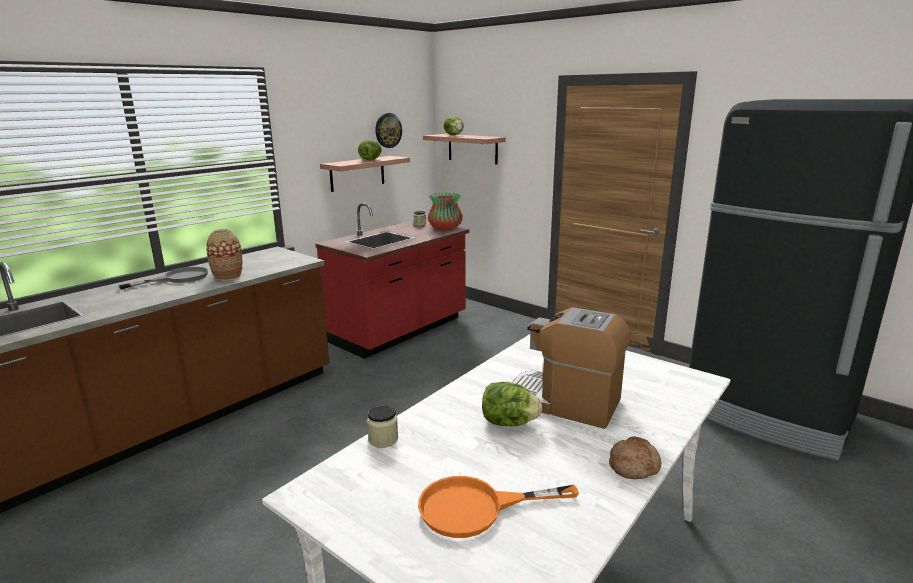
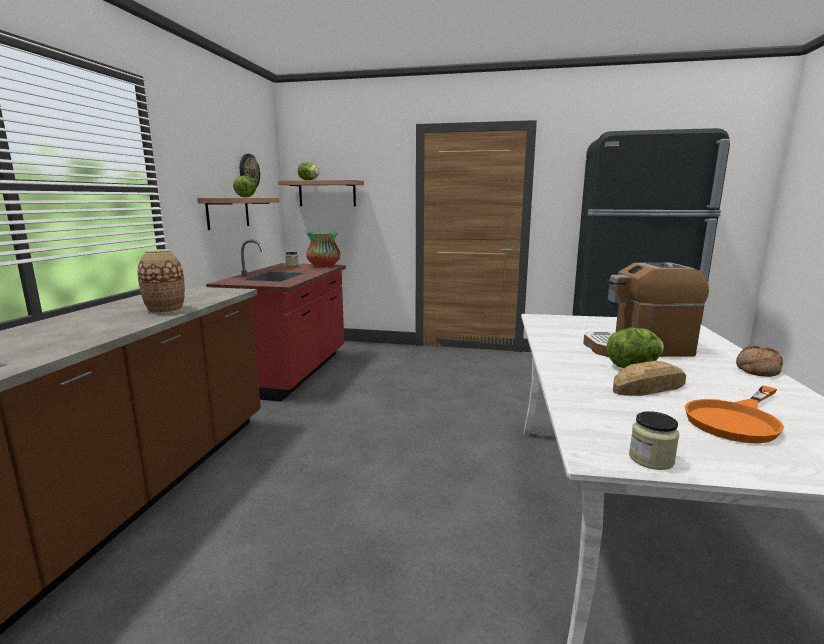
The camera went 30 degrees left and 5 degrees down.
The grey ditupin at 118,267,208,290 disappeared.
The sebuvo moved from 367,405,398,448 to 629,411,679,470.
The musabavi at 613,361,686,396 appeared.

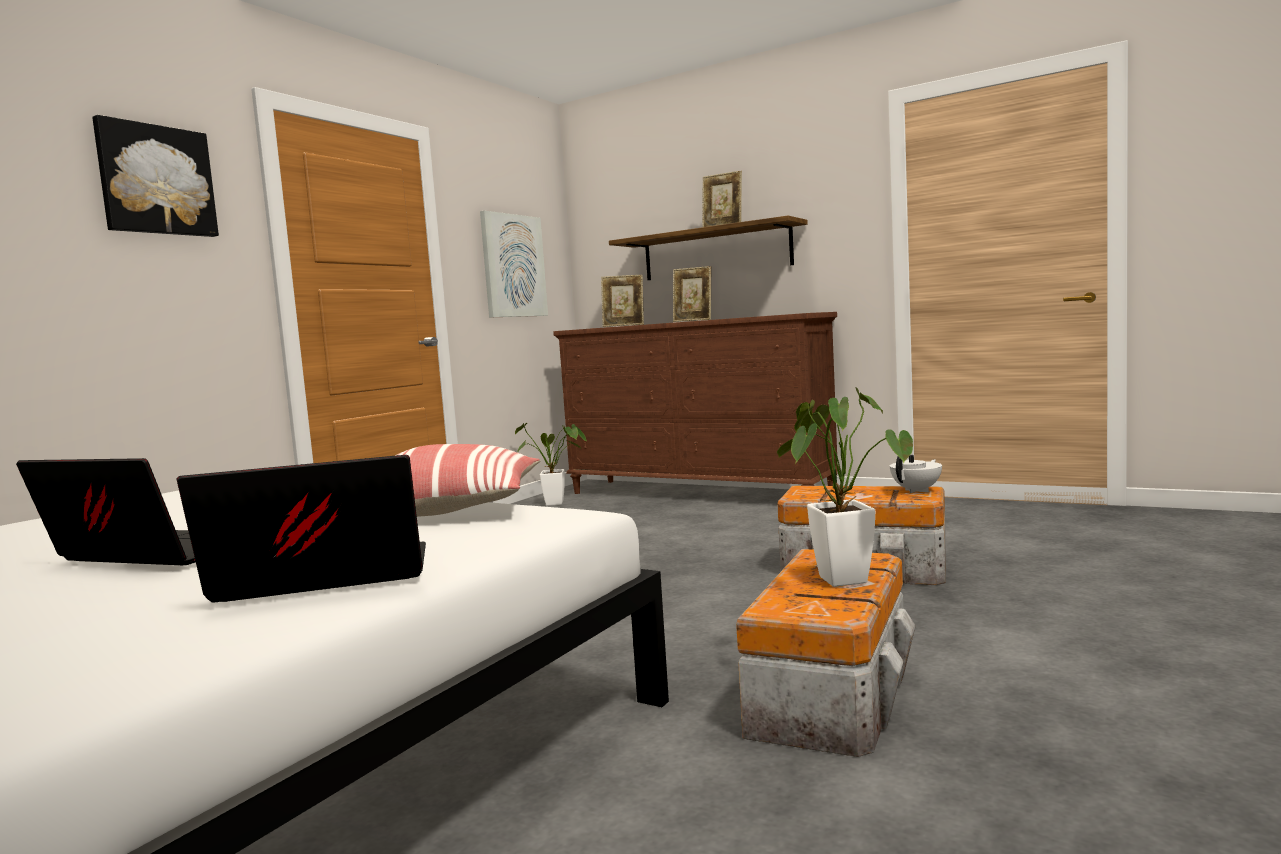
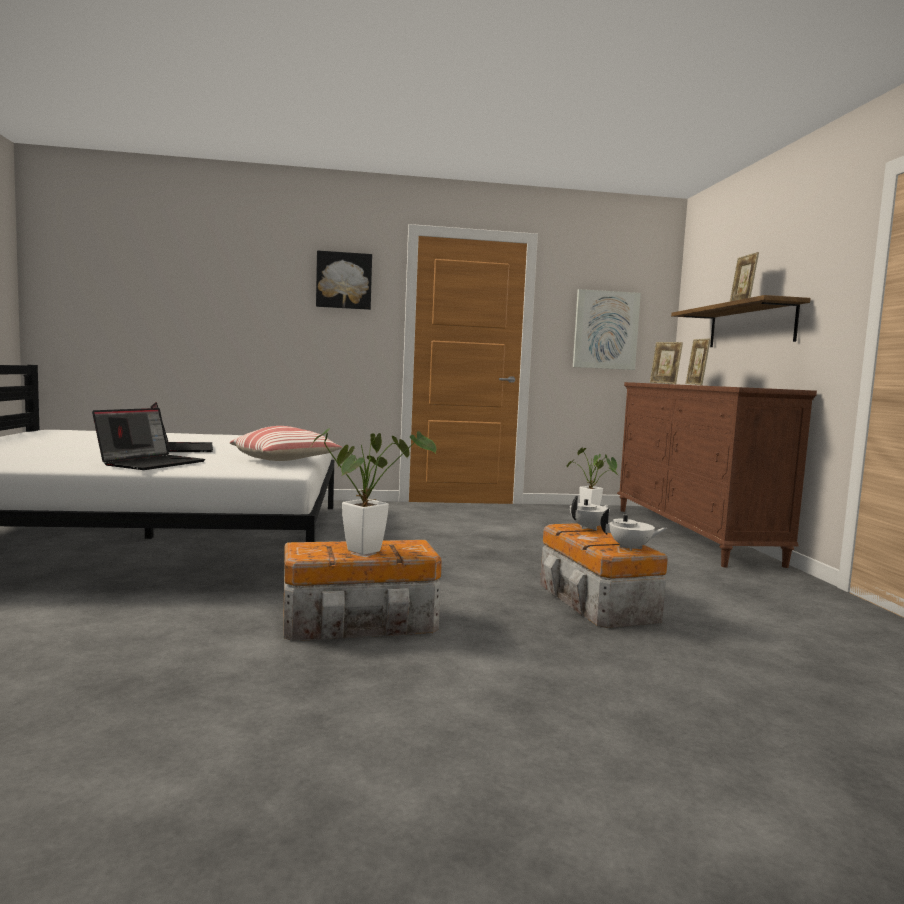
The camera went 50 degrees right and 0 degrees up.
The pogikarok at 177,455,426,602 turned 75 degrees clockwise.
The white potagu at 570,496,610,530 appeared.

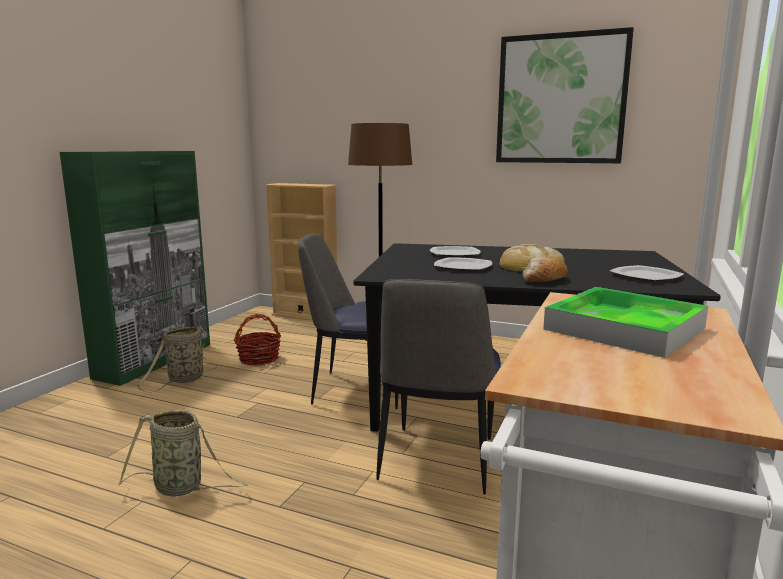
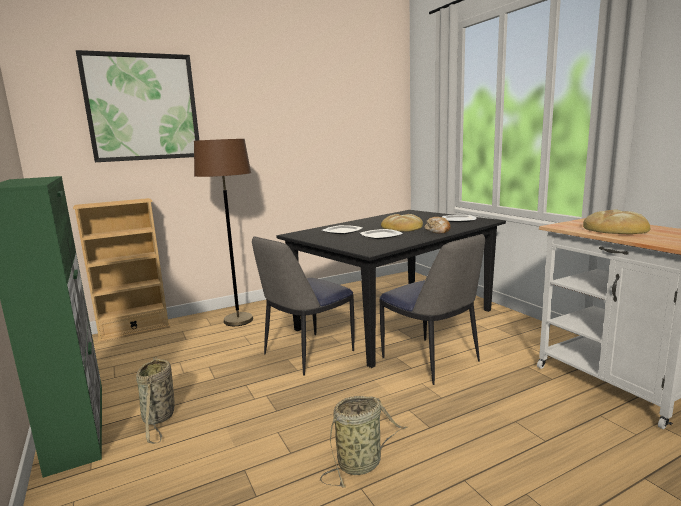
The camera went 50 degrees left and 0 degrees up.
The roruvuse moved from 496,27,634,163 to 76,50,199,162.
The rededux at 543,287,708,358 was replaced by the musabavi at 583,209,650,234.
The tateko at 234,314,281,366 disappeared.

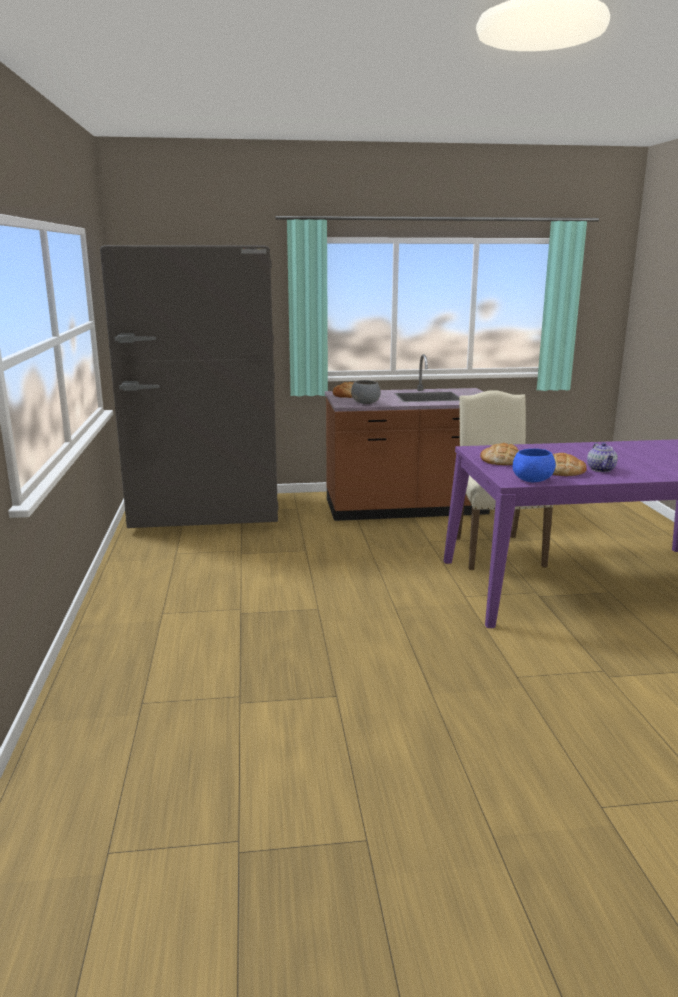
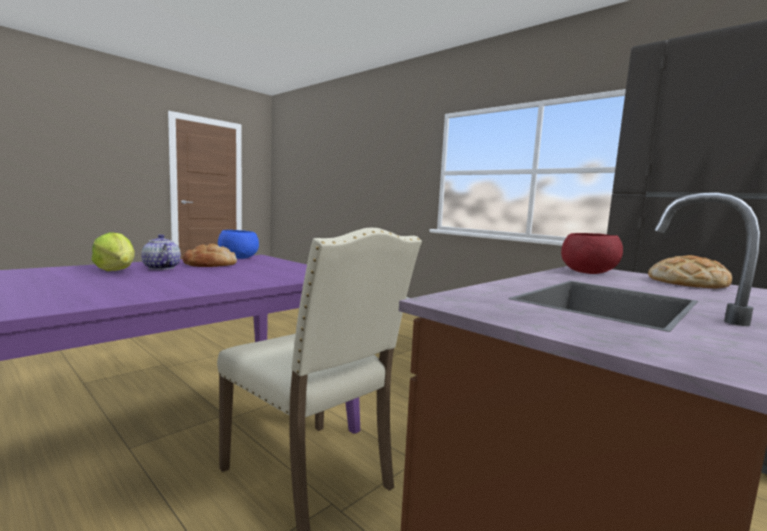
The camera went 140 degrees right and 10 degrees down.
The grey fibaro at 351,380,381,404 became the red fibaro at 561,233,623,274.
The musabavi at 480,443,519,465 disappeared.
The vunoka at 92,232,135,271 appeared.

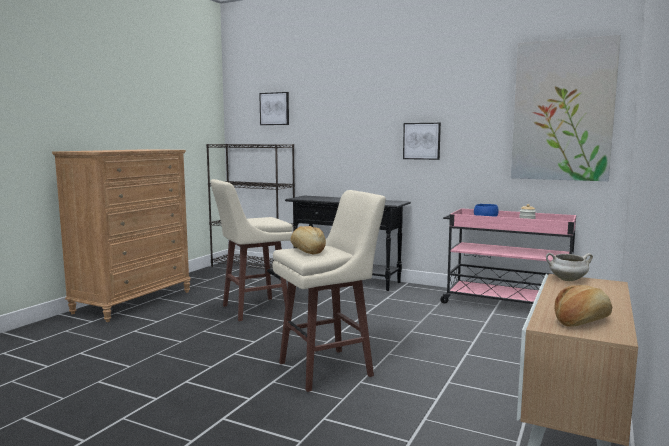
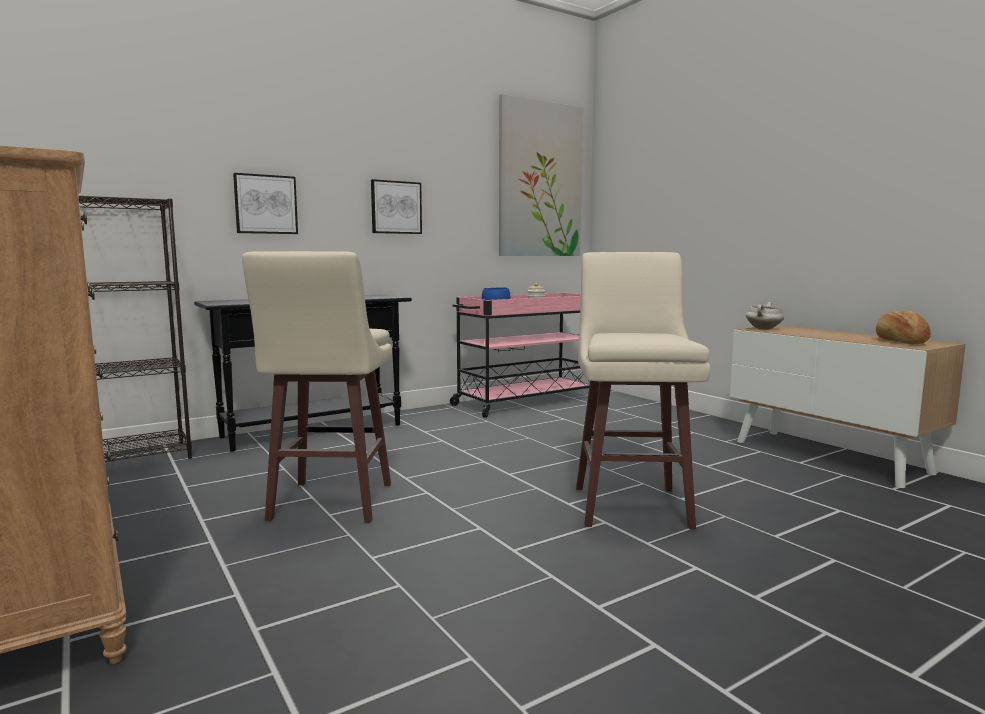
The camera went 60 degrees left and 0 degrees up.
The roruvuse moved from 259,92,289,125 to 233,173,298,234.
The musabavi at 290,226,326,254 disappeared.

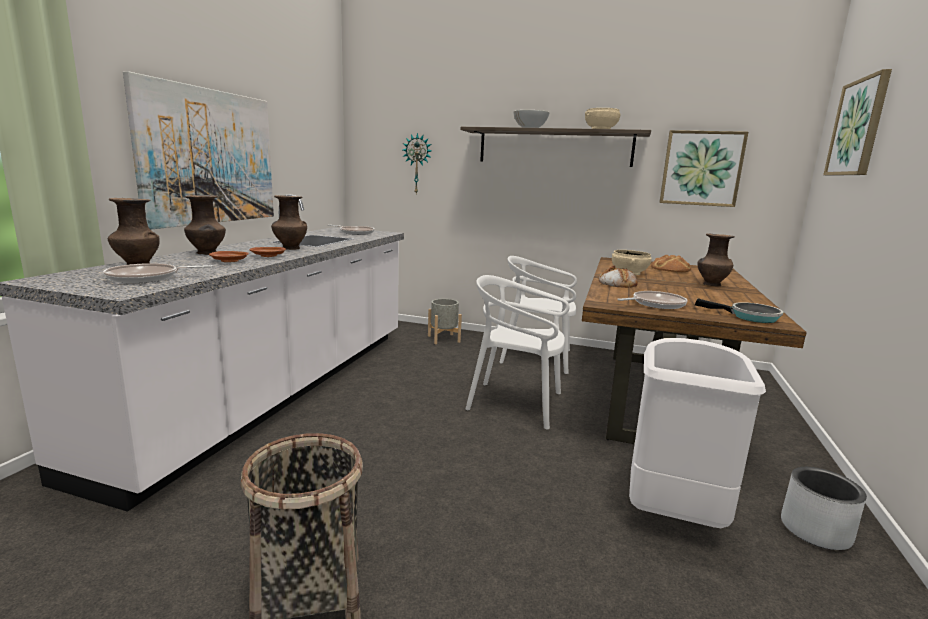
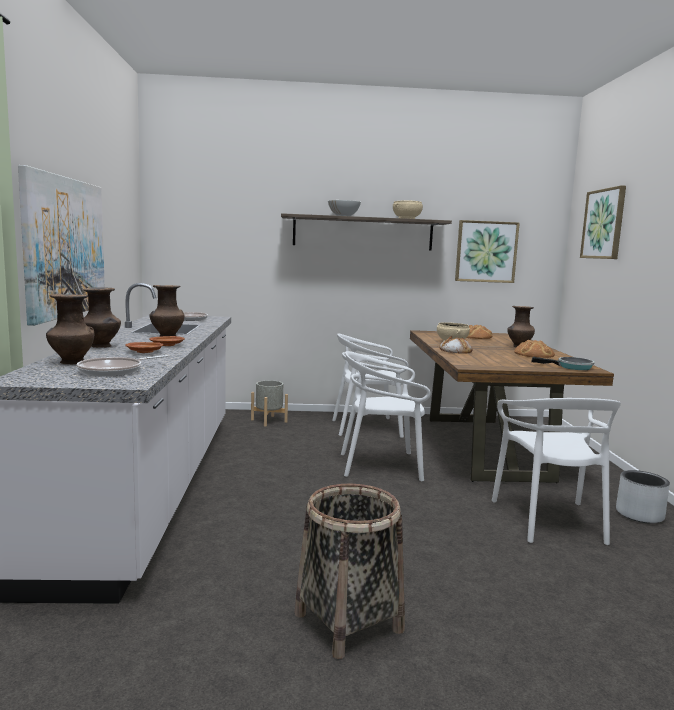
The camera went 20 degrees left and 5 degrees down.
The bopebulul at 403,133,432,194 disappeared.
The ditupin at 617,291,688,309 disappeared.
The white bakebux at 629,338,766,528 was replaced by the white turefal at 492,398,621,545.
The musabavi at 514,340,555,358 appeared.

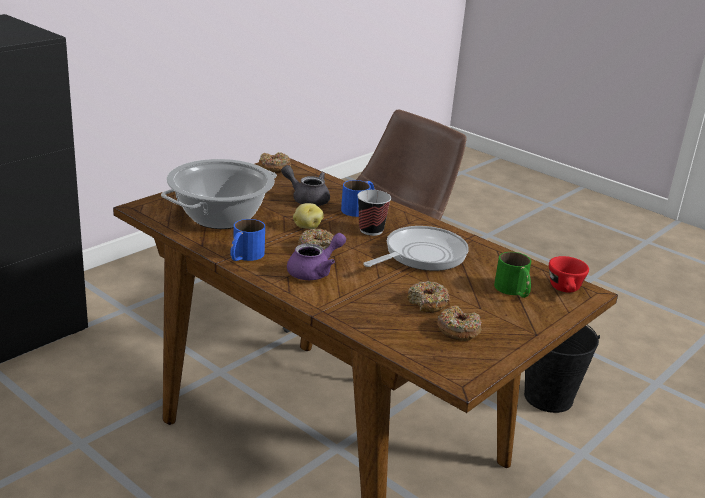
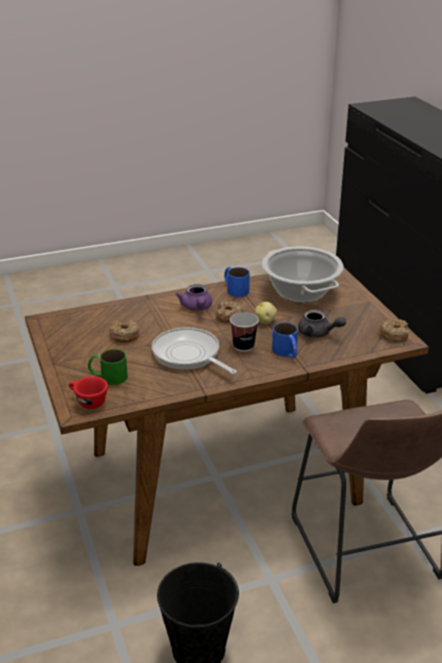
The camera went 120 degrees right and 5 degrees up.
The grey potagu at 281,165,330,206 turned 60 degrees clockwise.
The ditupin at 363,226,469,271 turned 150 degrees clockwise.
The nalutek at 437,306,481,341 disappeared.

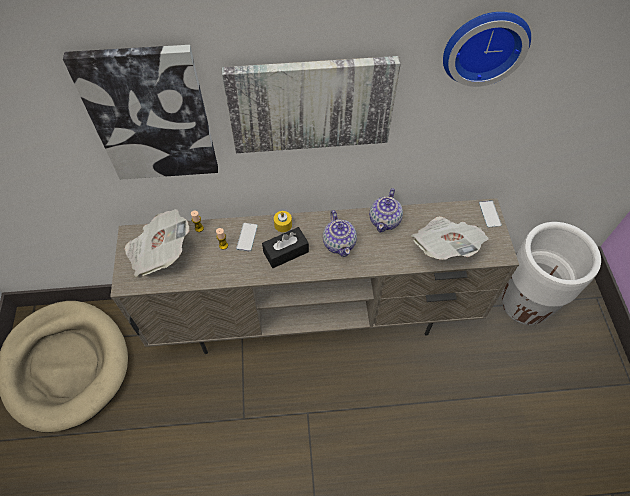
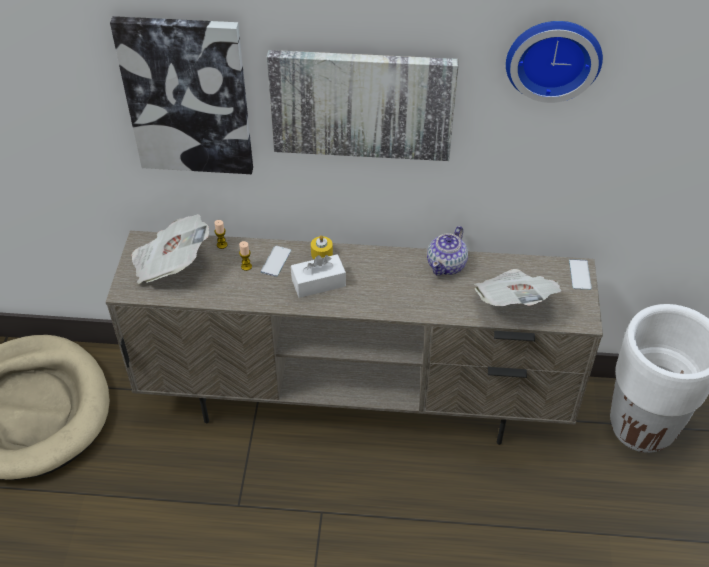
The camera went 10 degrees right and 10 degrees down.
The potagu at 323,210,357,257 disappeared.
The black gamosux at 262,227,309,268 became the white gamosux at 291,254,346,298.

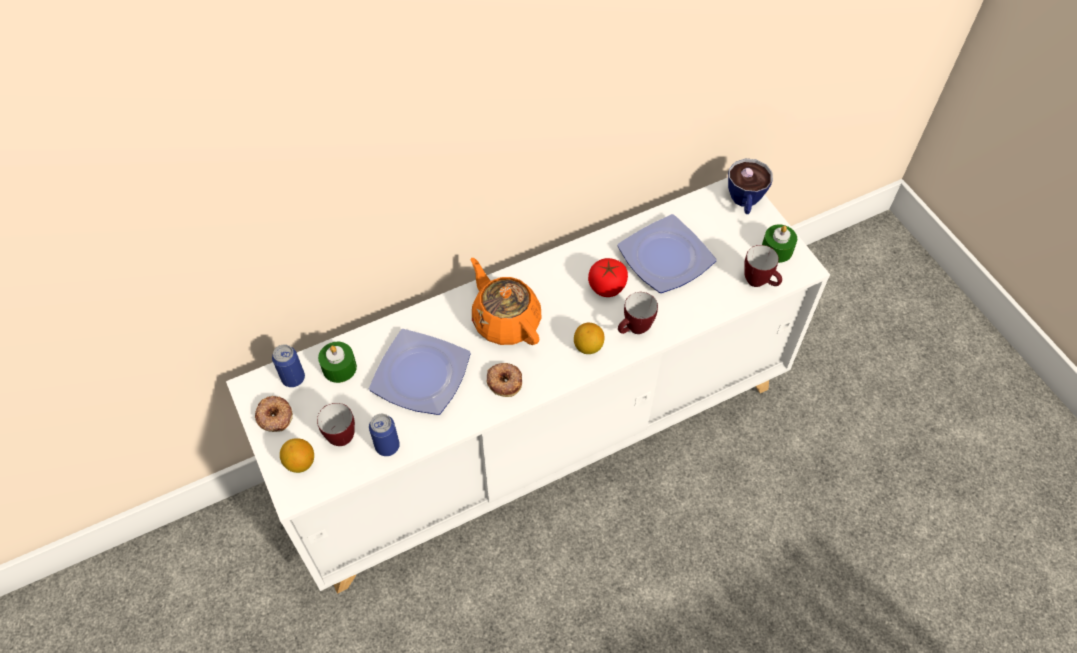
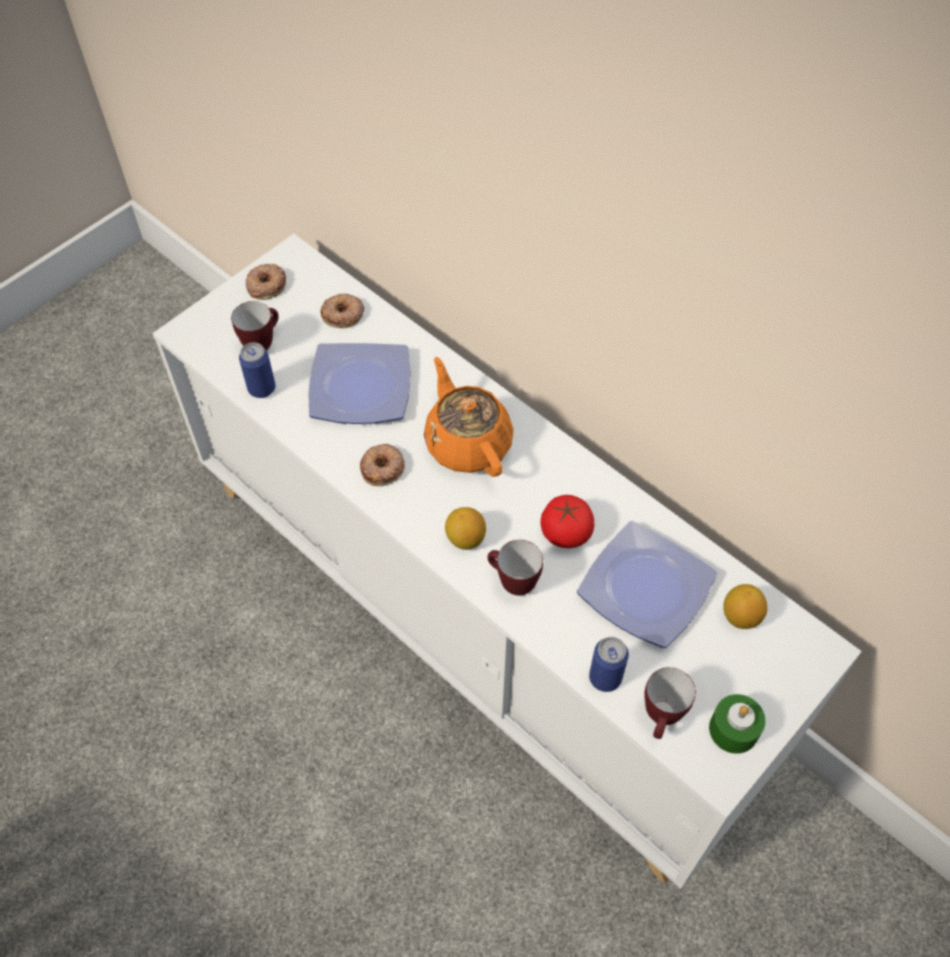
The camera went 70 degrees right and 0 degrees up.
The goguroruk at 728,159,773,214 disappeared.
The orange potagu at 471,258,541,345 turned 60 degrees counterclockwise.
The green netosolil at 318,342,357,383 was replaced by the nalutek at 321,294,364,328.
The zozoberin moved from 272,344,305,387 to 589,637,629,692.
The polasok moved from 280,438,314,473 to 723,584,768,629.

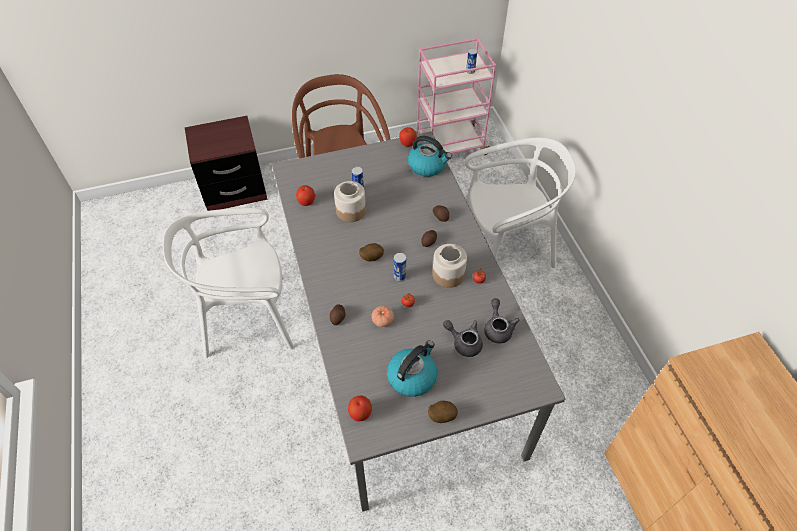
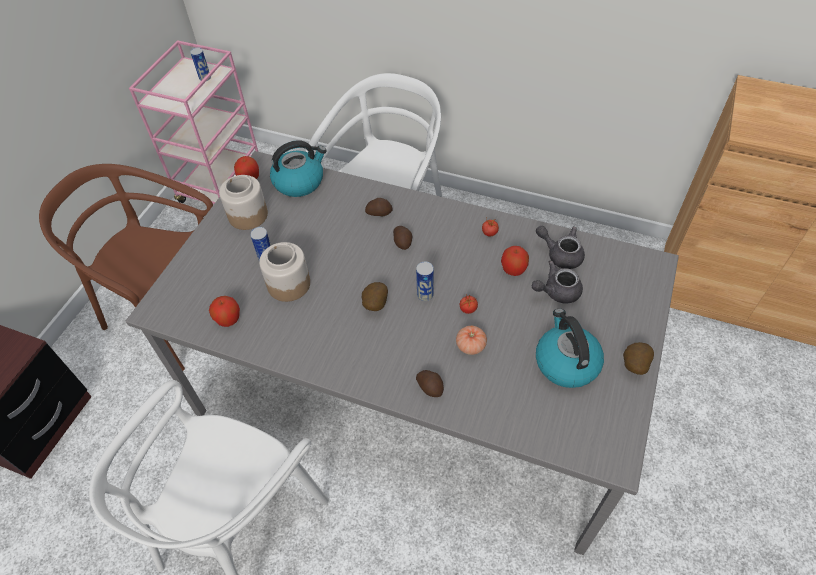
The camera went 50 degrees left and 0 degrees up.
The sebuvo moved from 433,244,467,288 to 219,175,268,230.
The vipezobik moved from 348,395,372,422 to 501,246,529,276.

